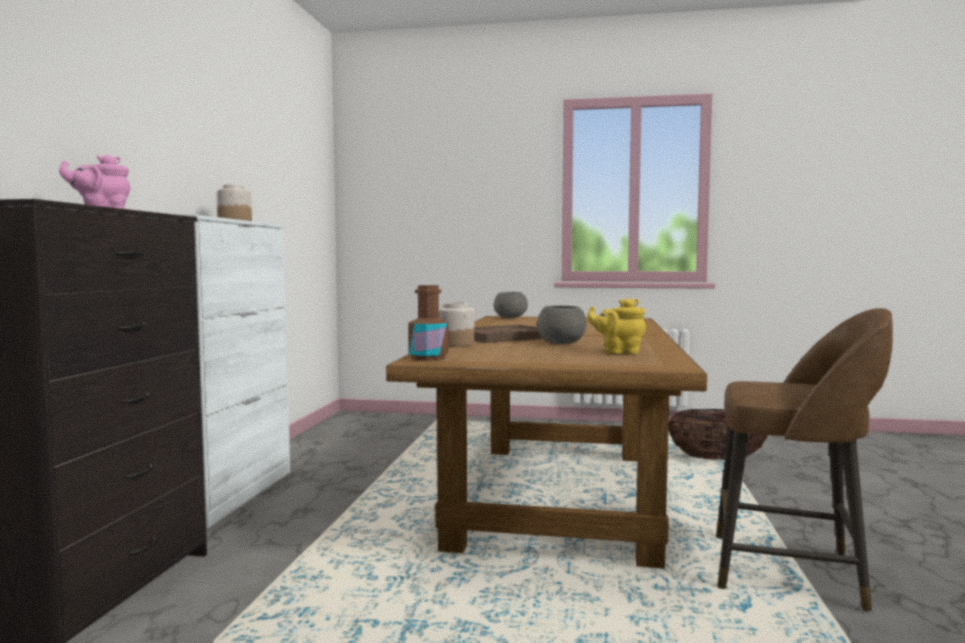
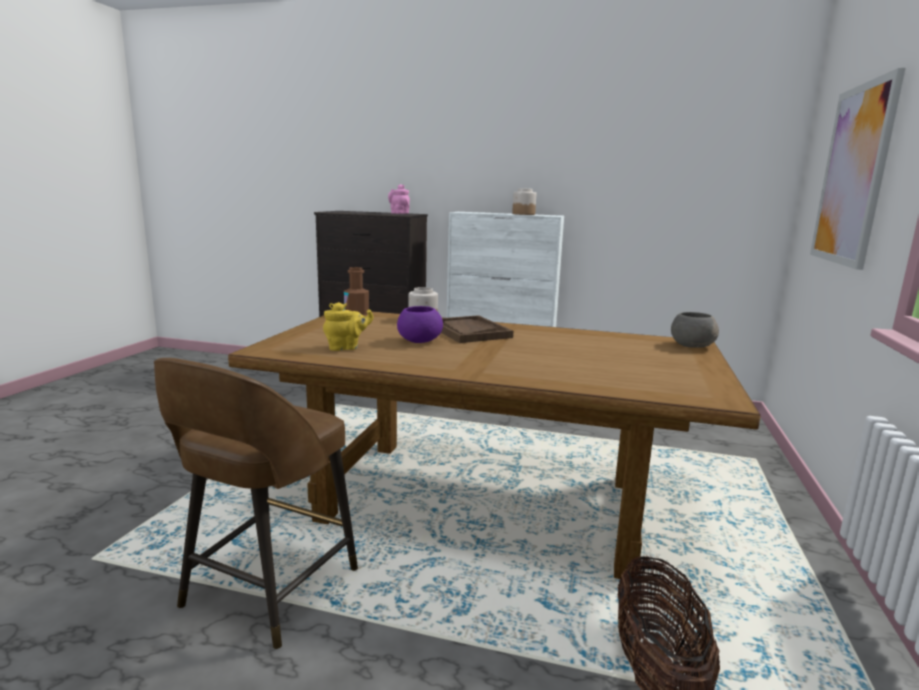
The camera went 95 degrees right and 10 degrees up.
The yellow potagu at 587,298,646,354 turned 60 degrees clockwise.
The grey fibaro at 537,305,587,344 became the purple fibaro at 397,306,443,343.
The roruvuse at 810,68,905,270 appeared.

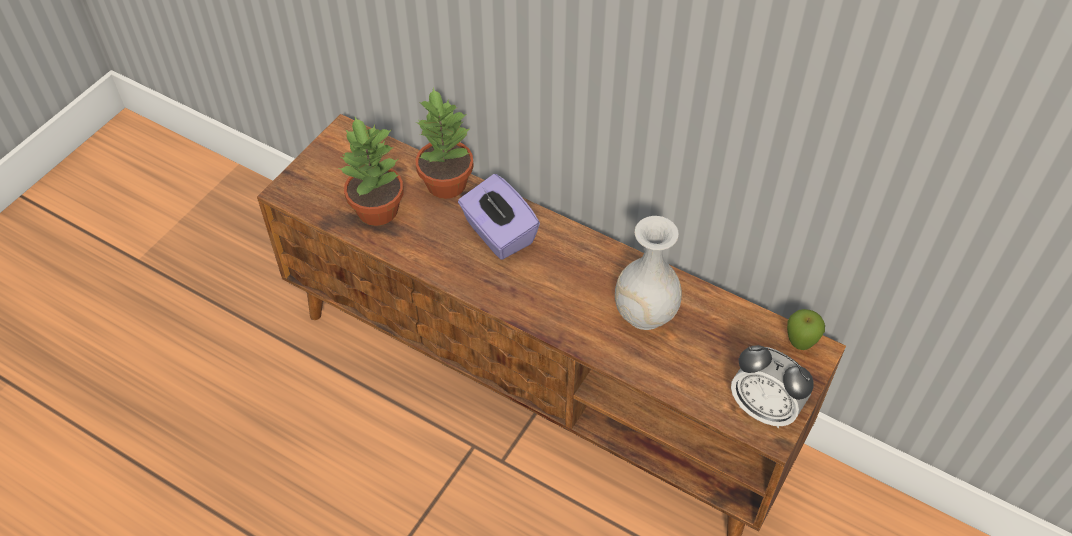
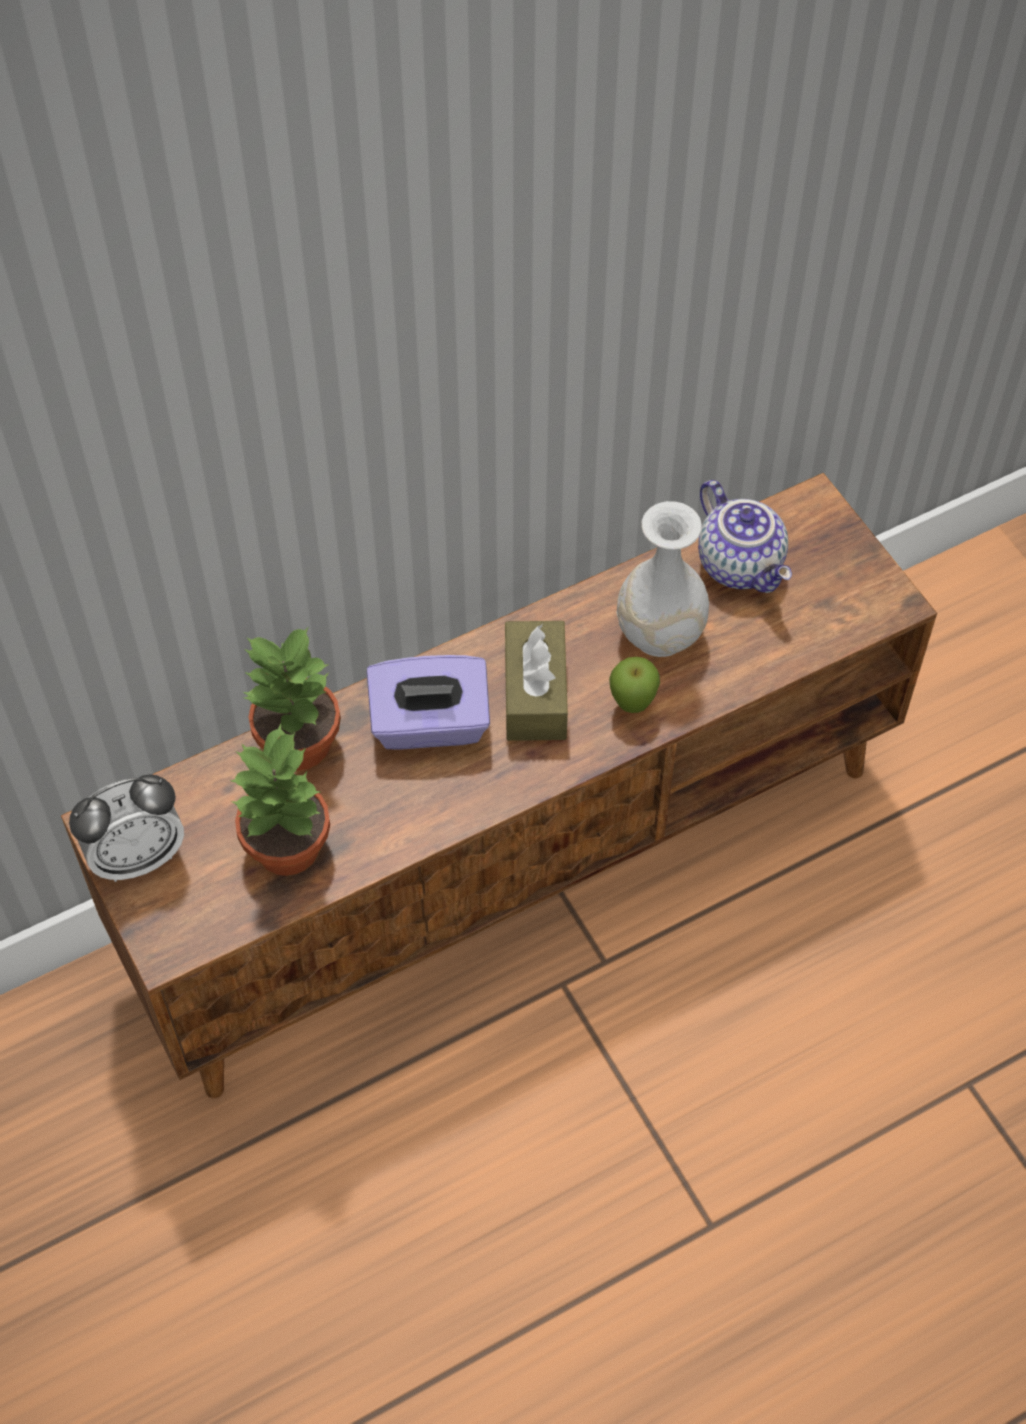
The camera went 60 degrees left and 5 degrees up.
The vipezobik moved from 787,309,825,350 to 609,657,660,713.
The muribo moved from 731,345,814,428 to 69,774,184,882.
The potagu at 698,480,792,593 appeared.
The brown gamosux at 505,621,568,741 appeared.

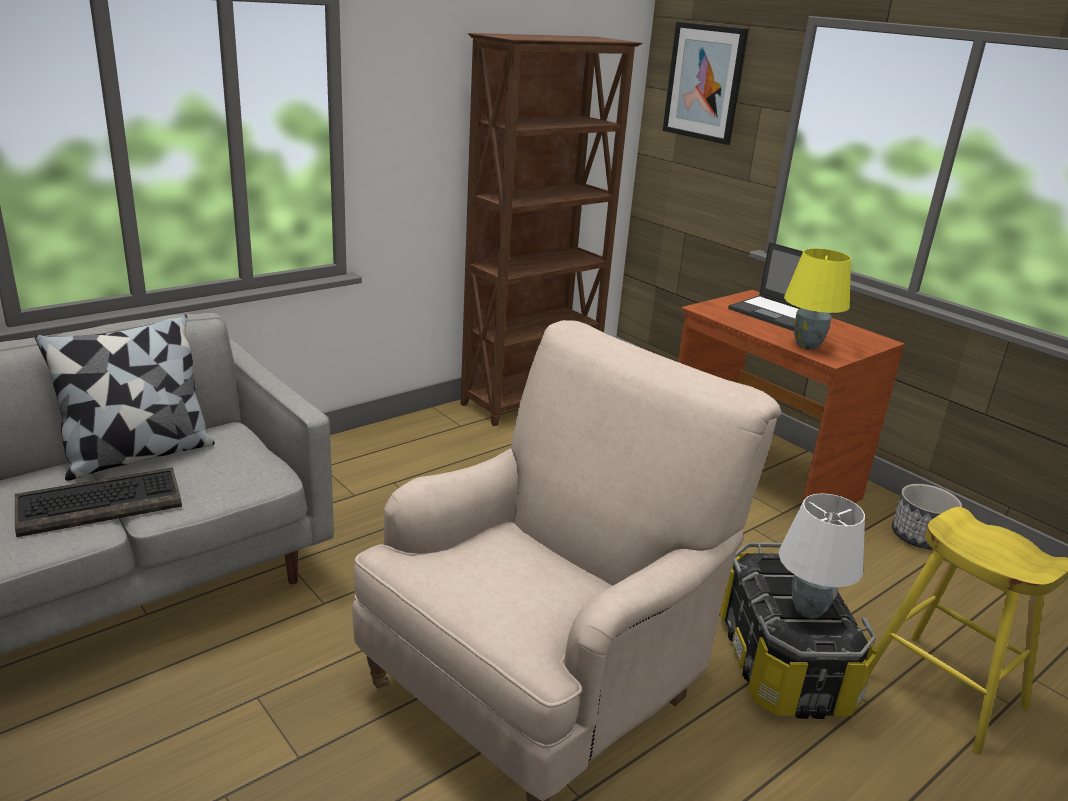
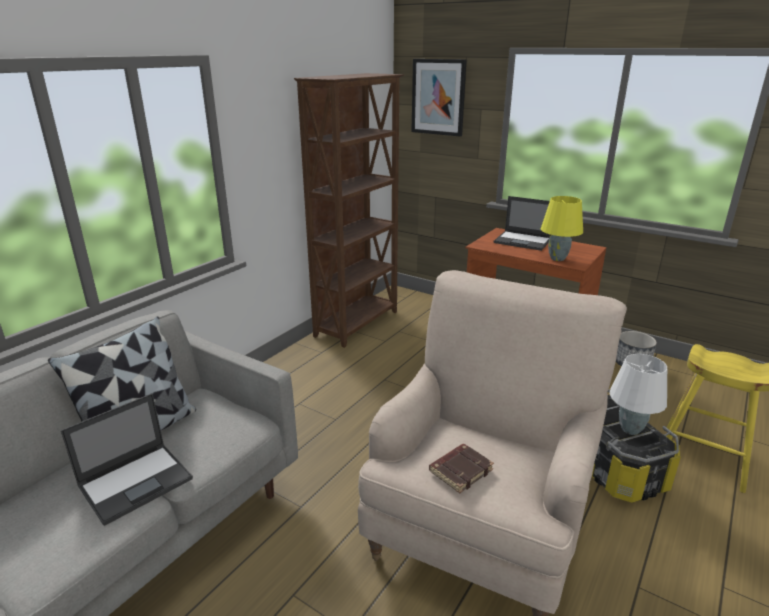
The camera went 15 degrees left and 0 degrees up.
The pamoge at 15,467,182,537 was replaced by the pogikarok at 61,393,193,526.
The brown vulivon at 429,444,494,493 appeared.

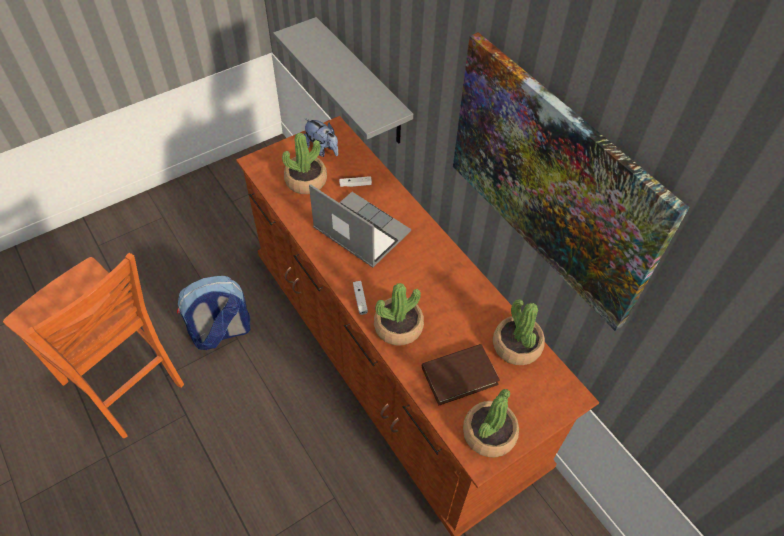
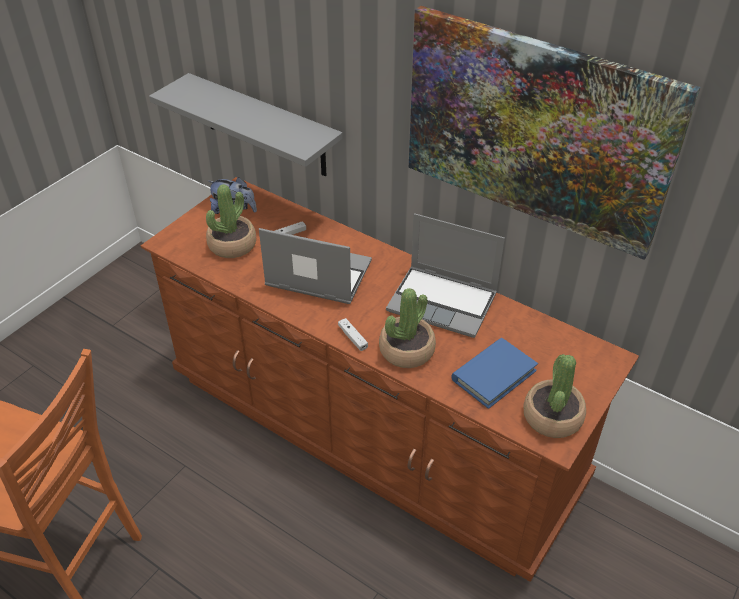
The camera went 20 degrees left and 10 degrees down.
The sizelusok at 177,276,250,350 disappeared.
The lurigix at 493,299,545,365 disappeared.
The brown vulivon at 422,344,500,405 became the blue vulivon at 451,338,538,409.
The pogikarok at 386,213,505,338 appeared.

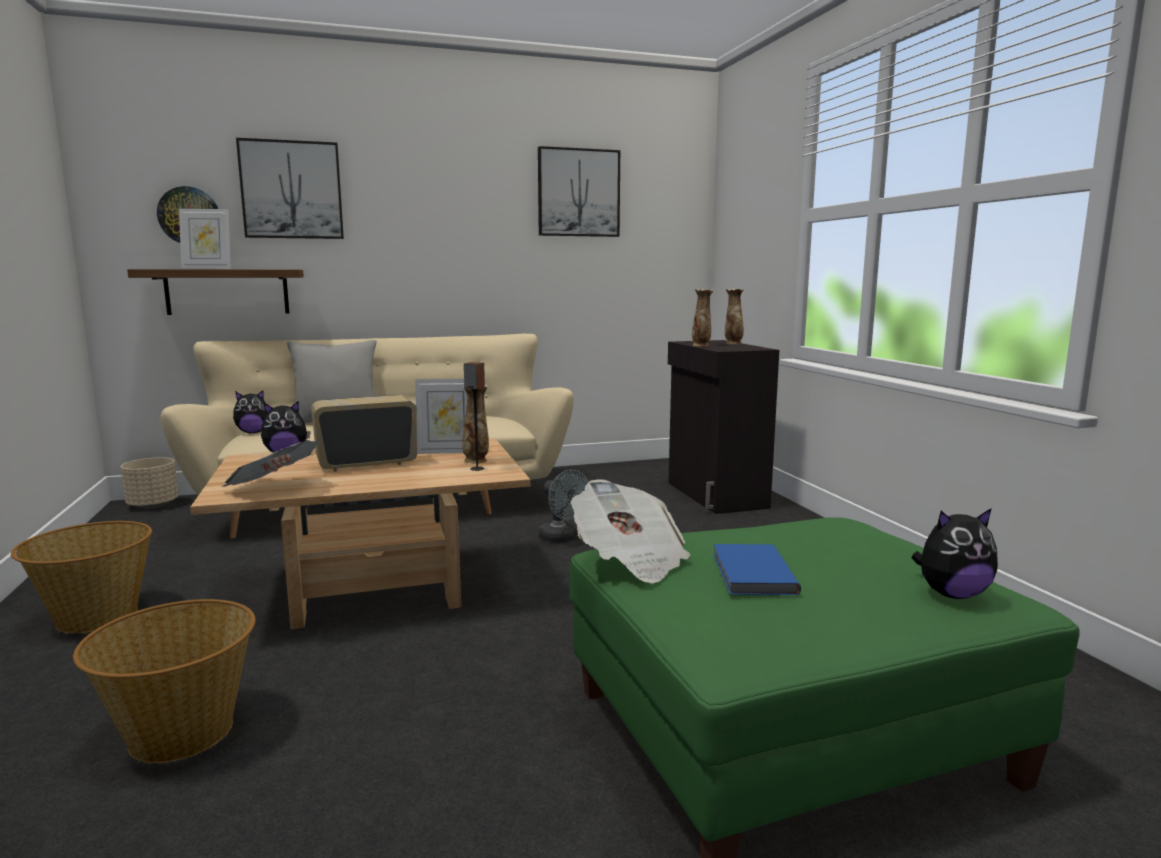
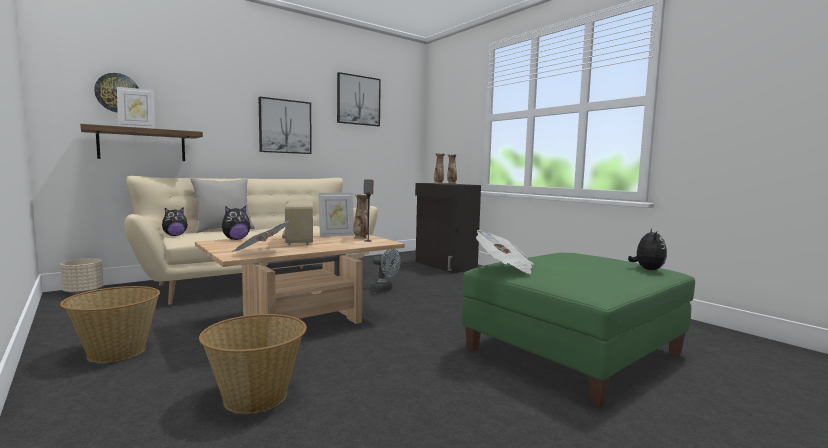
The camera went 20 degrees left and 5 degrees down.
The roruvuse moved from 236,138,344,239 to 258,97,312,154.
The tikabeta at 311,395,417,471 turned 60 degrees counterclockwise.
The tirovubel at 912,508,998,599 turned 45 degrees counterclockwise.
The blue vulivon at 713,544,801,595 disappeared.

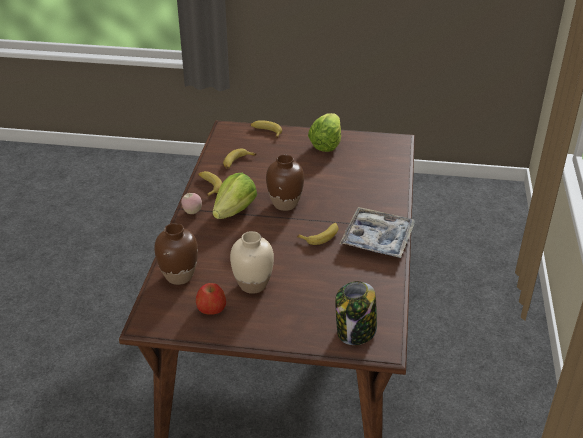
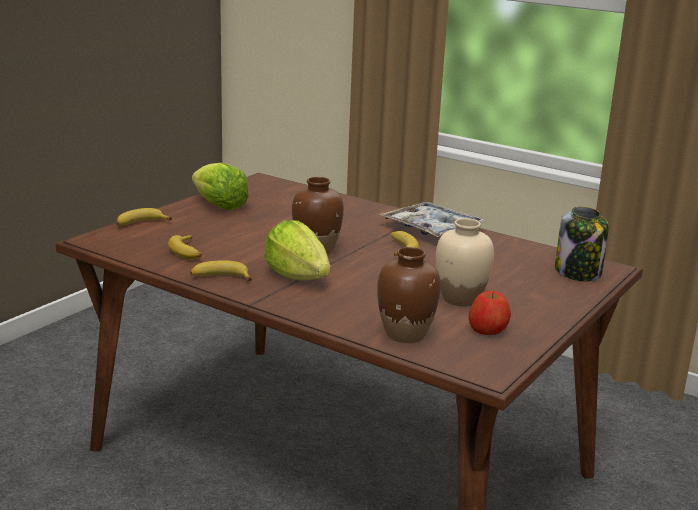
The camera went 65 degrees left and 15 degrees down.
The vipezobik at 181,193,202,214 disappeared.

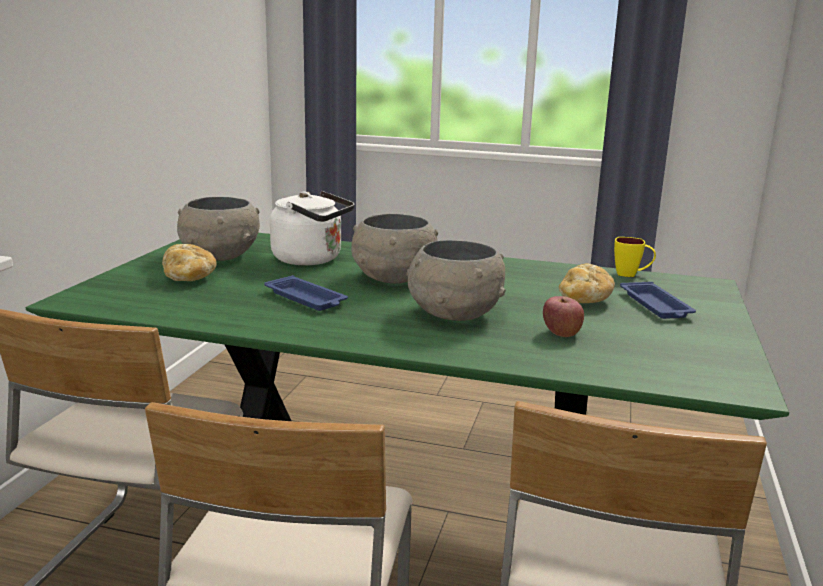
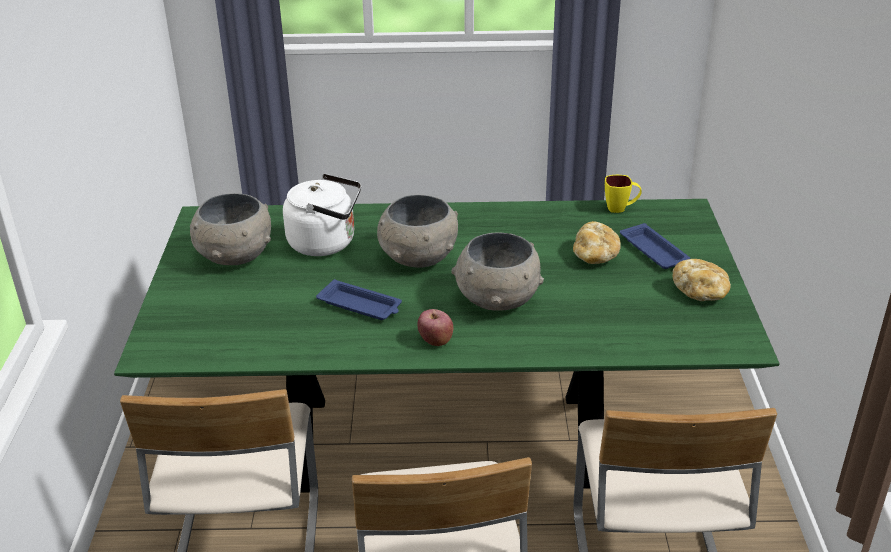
The camera went 15 degrees left and 15 degrees up.
The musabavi moved from 162,244,217,281 to 672,259,731,301.
The vipezobik moved from 543,296,584,337 to 417,309,453,346.

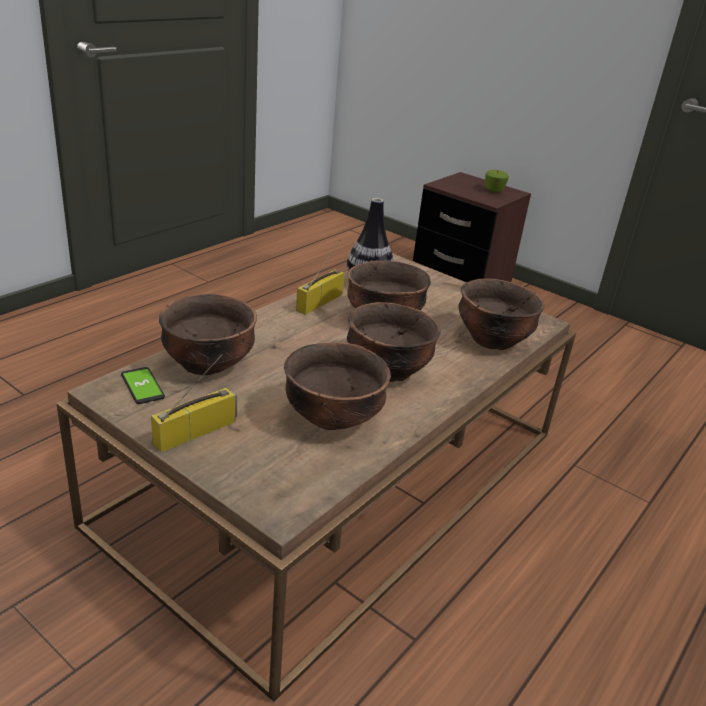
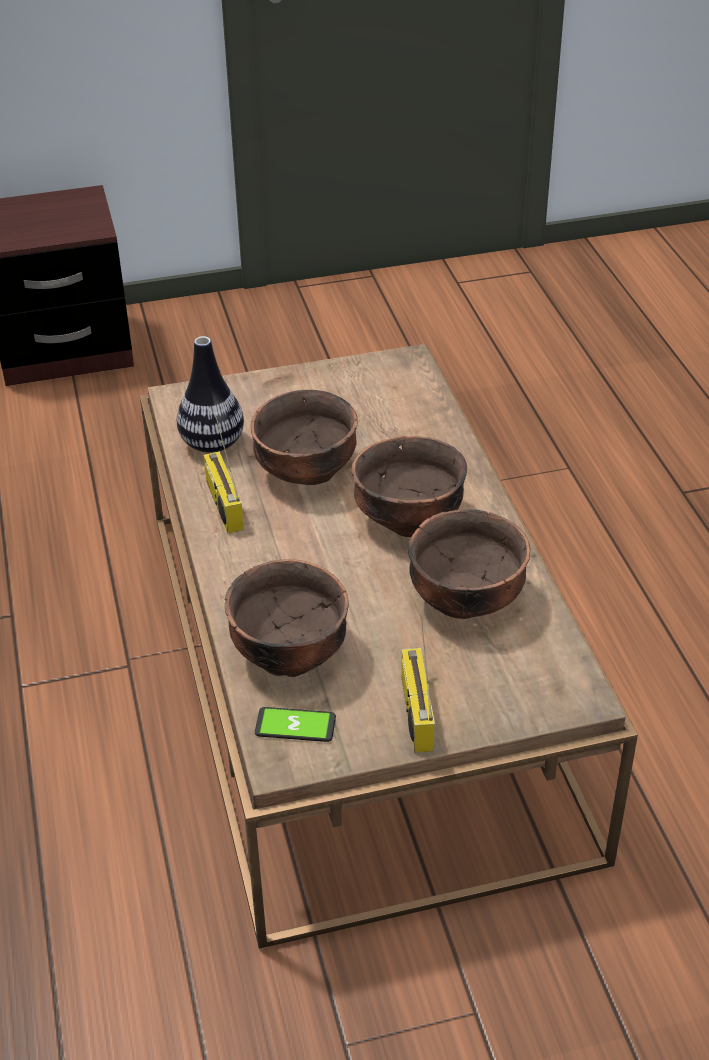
The camera went 50 degrees left and 10 degrees up.
The vipezobik at 485,170,509,192 disappeared.
The brown fibaro at 458,279,544,350 disappeared.

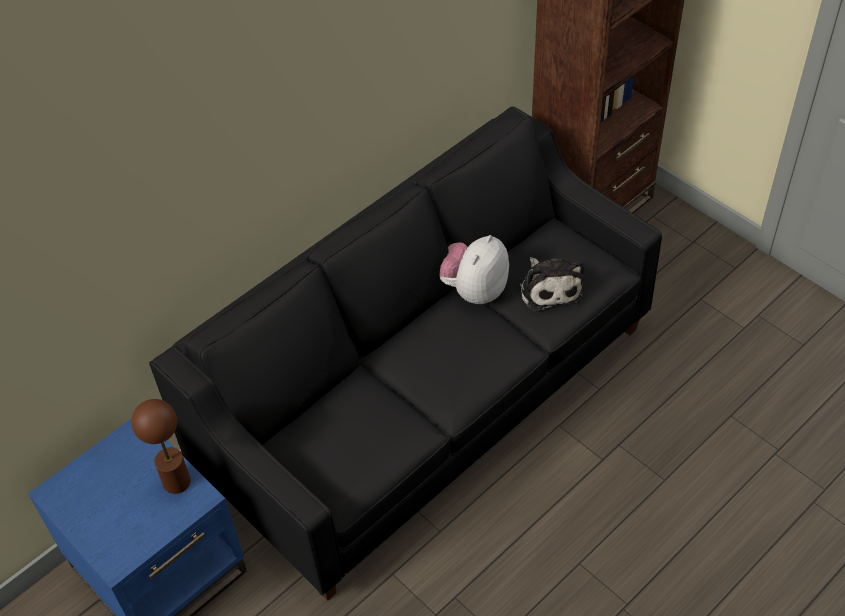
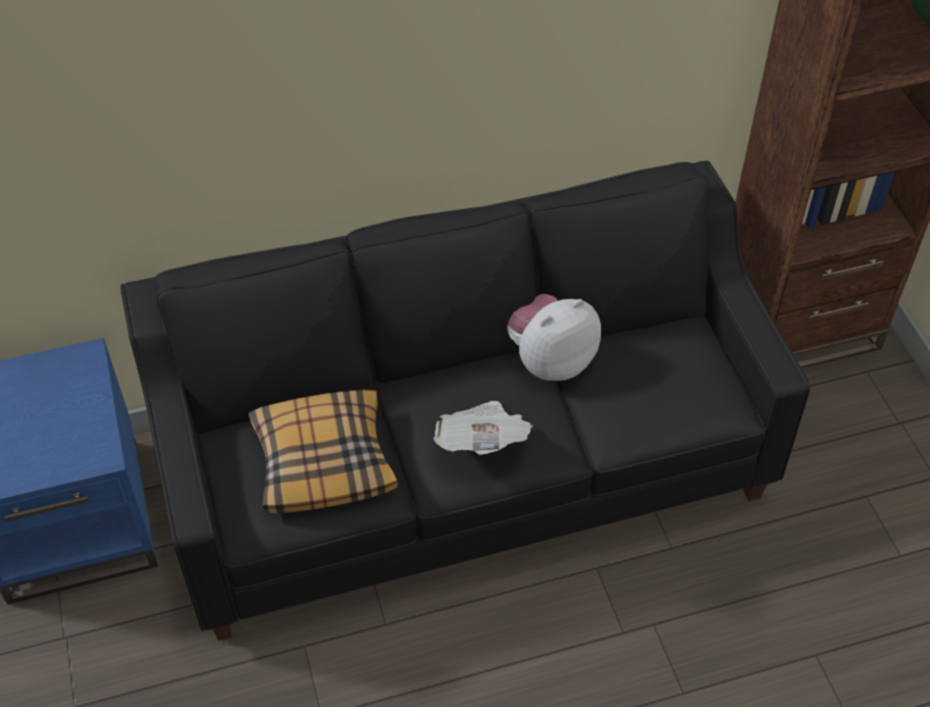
The camera went 25 degrees right and 0 degrees up.
The tirovubel at 519,257,584,312 disappeared.
The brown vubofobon at 131,399,191,494 disappeared.
The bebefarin at 249,389,398,513 appeared.
The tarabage at 433,401,533,455 appeared.

